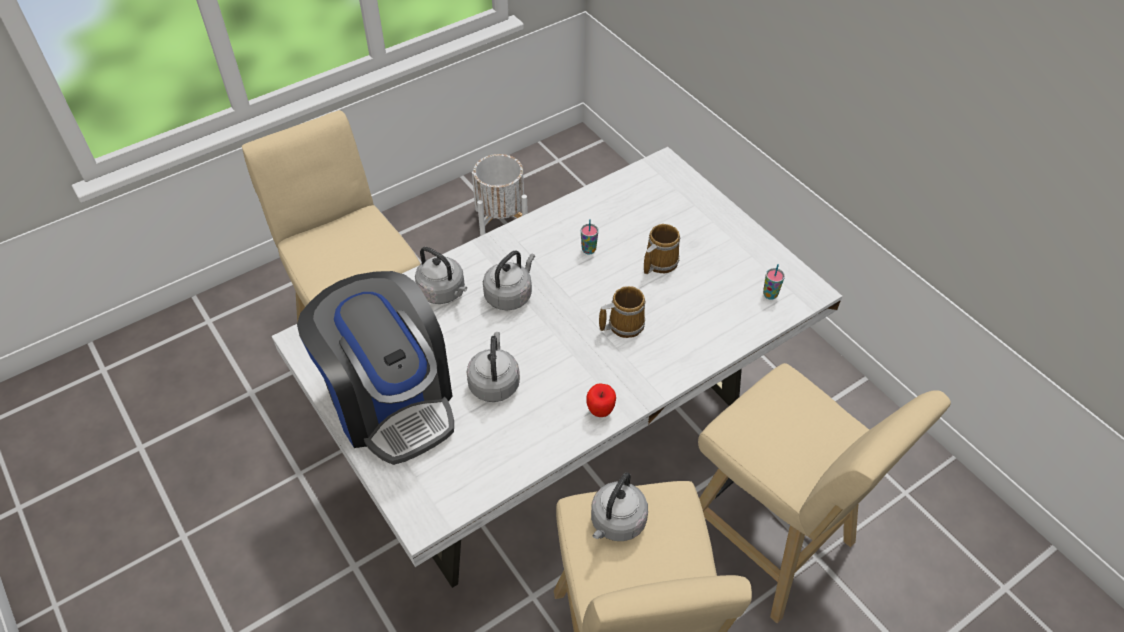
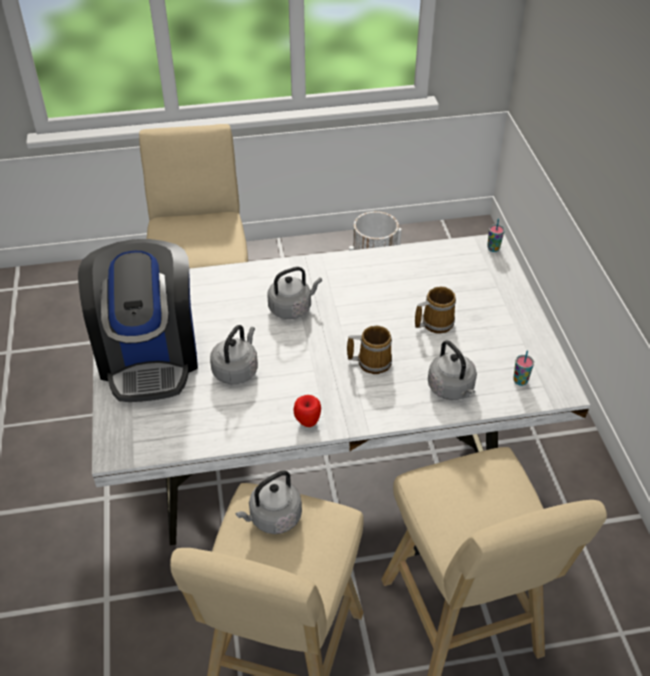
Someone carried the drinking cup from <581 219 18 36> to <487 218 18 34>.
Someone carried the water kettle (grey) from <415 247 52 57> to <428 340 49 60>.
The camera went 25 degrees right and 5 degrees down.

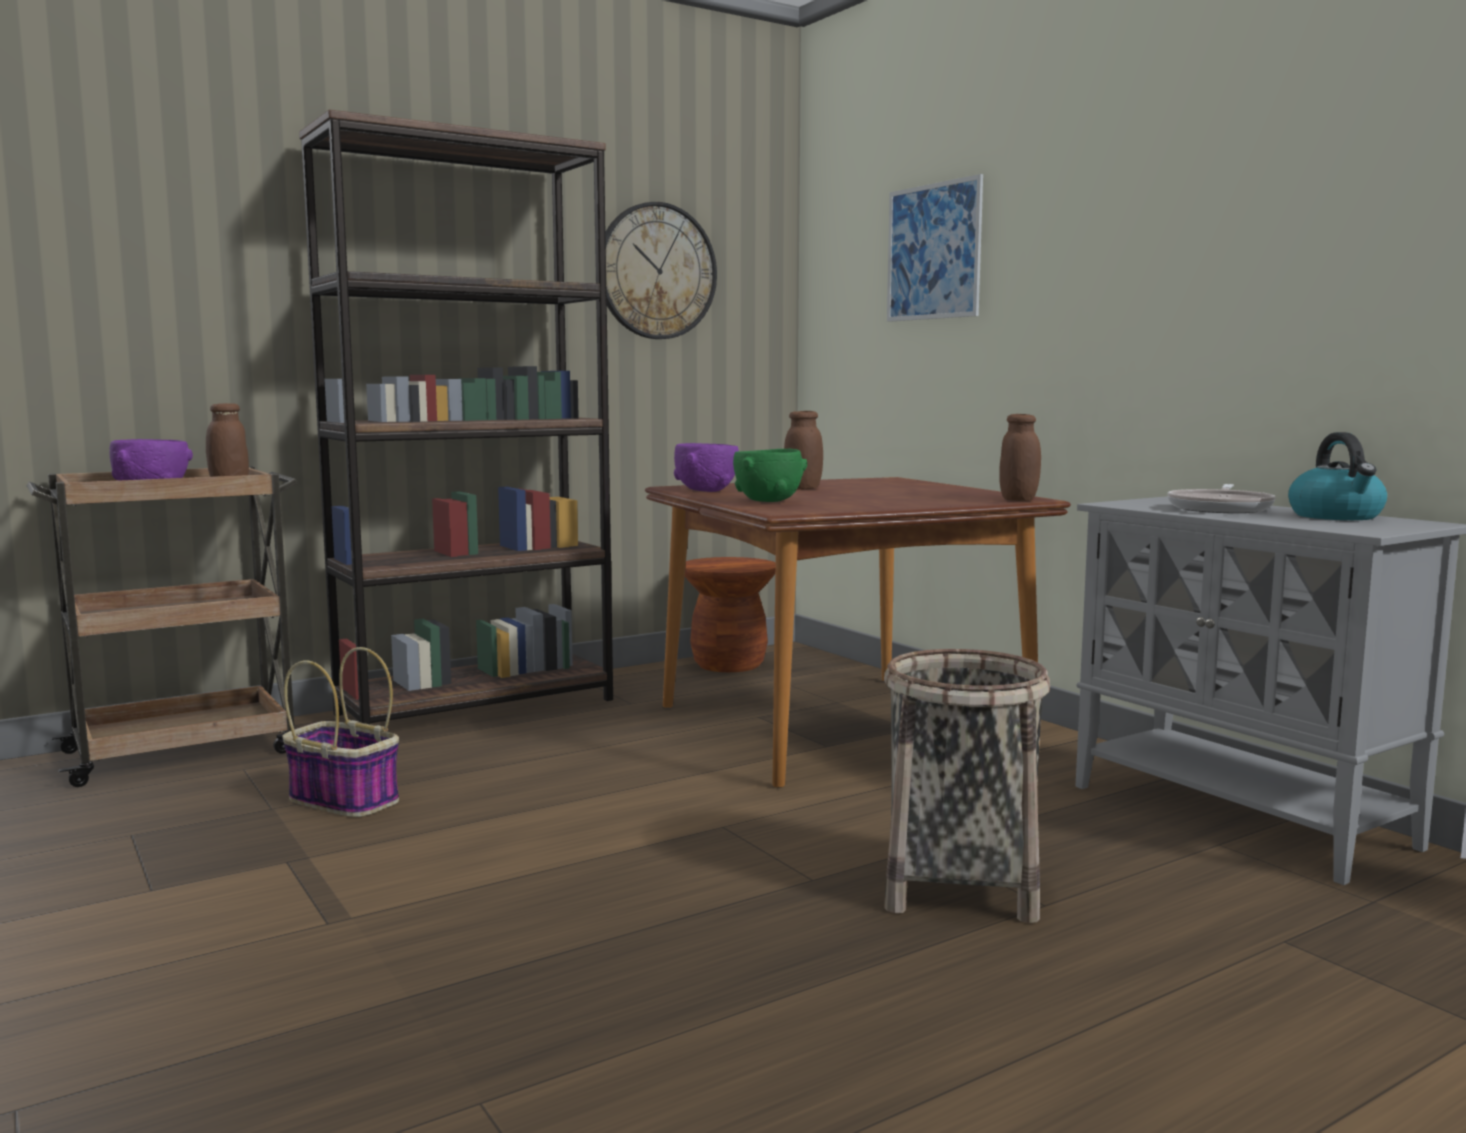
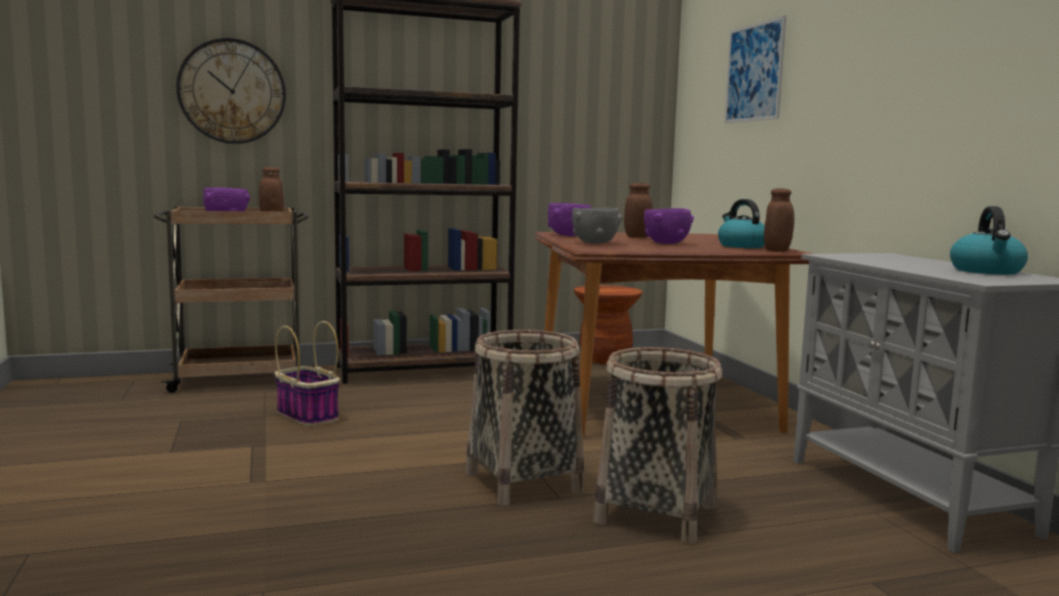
Someone carried the clock on the wall from <605 202 112 137> to <176 38 110 106>.
Someone repainted the serving bowl (greenish) at <733 449 74 53>, which became the serving bowl (grey) at <572 208 50 36>.
Someone took away the skillet at <1167 484 108 29>.
Someone put down the water kettle at <718 199 47 49>.
Someone put down the serving bowl (purple-coloured) at <644 208 50 36>.
Someone put down the storage basket at <466 330 119 176>.
The camera went 15 degrees right and 0 degrees up.

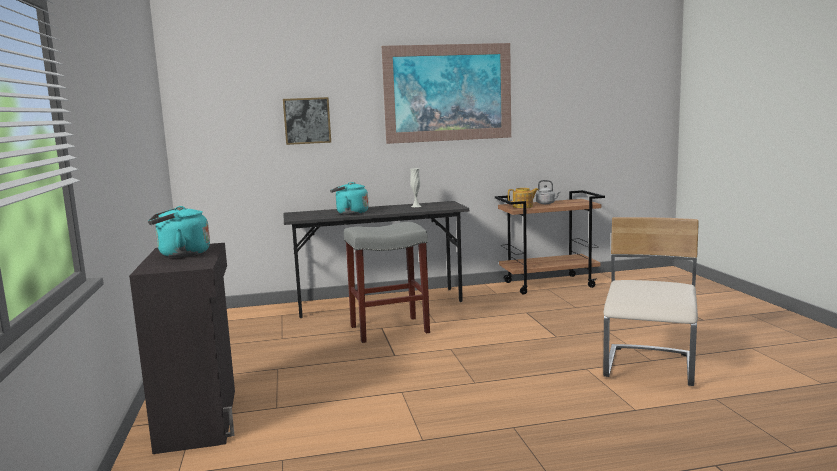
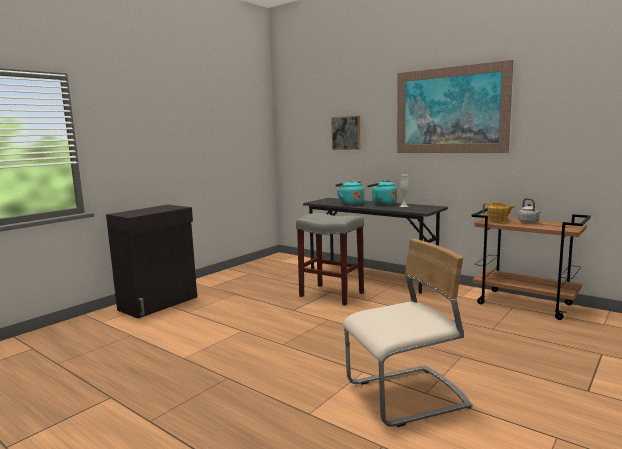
Someone carried the water kettle (turquoise-coloured) from <148 206 62 51> to <367 180 30 25>.
The camera went 50 degrees right and 0 degrees up.

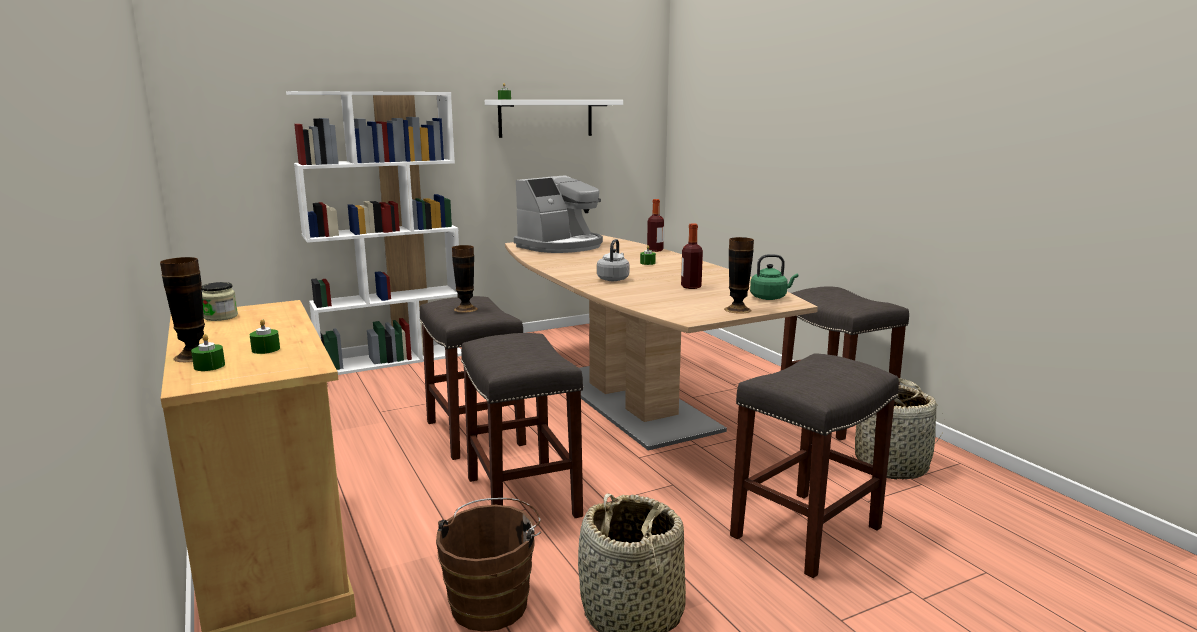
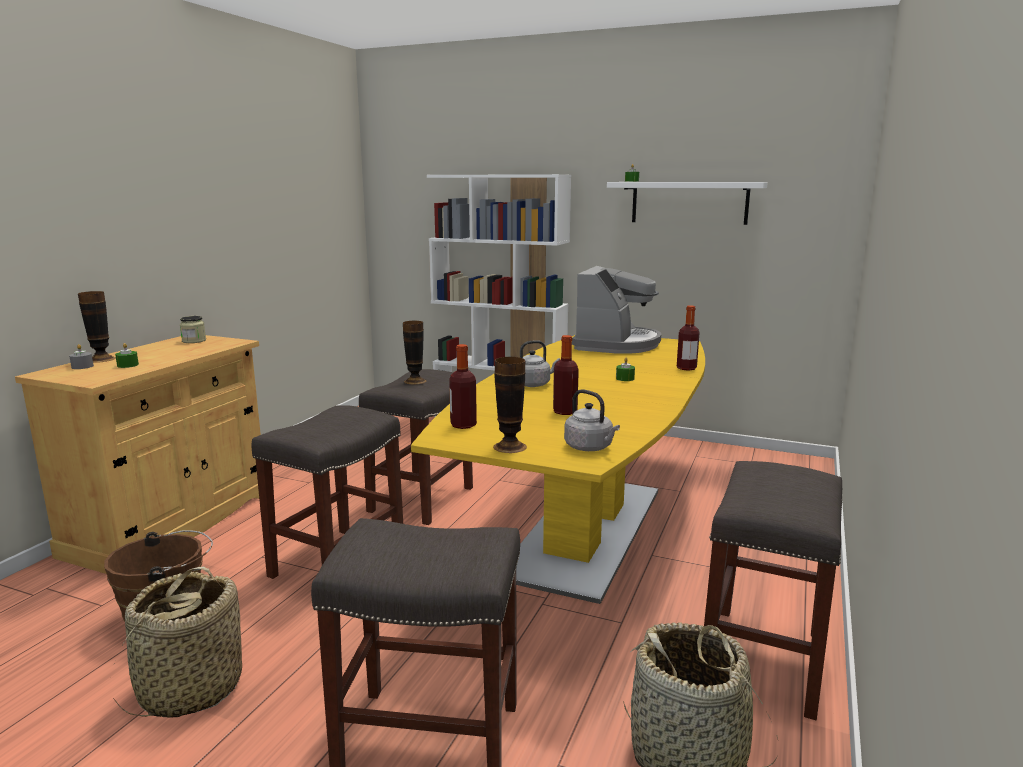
Someone rotated the coffee maker at <514 175 89 78> by 75 degrees counterclockwise.
Someone repainted the kitchen table (brown) at <505 235 313 215>, which became the kitchen table (yellow) at <411 335 294 269>.
Someone repainted the water kettle (greenish) at <750 254 48 46>, which became the water kettle (grey) at <564 389 56 62>.
Someone repainted the wax light (greenish) at <191 334 34 37>, which became the wax light (grey) at <69 344 25 25>.
Someone put down the bottle at <449 344 28 85>.
The camera went 50 degrees right and 0 degrees up.

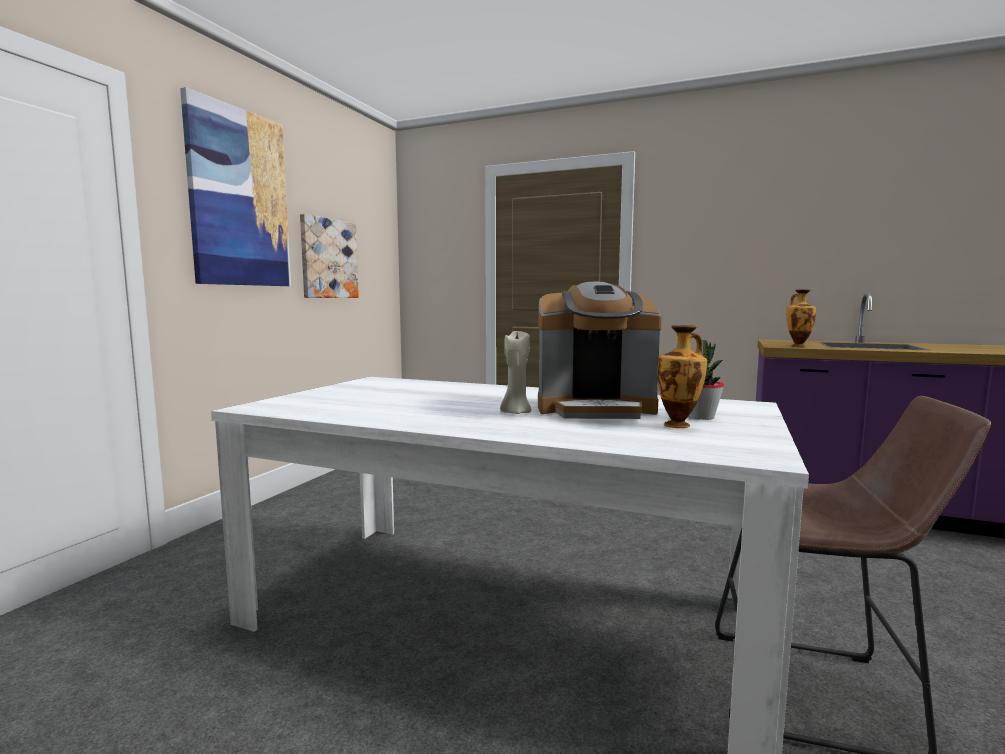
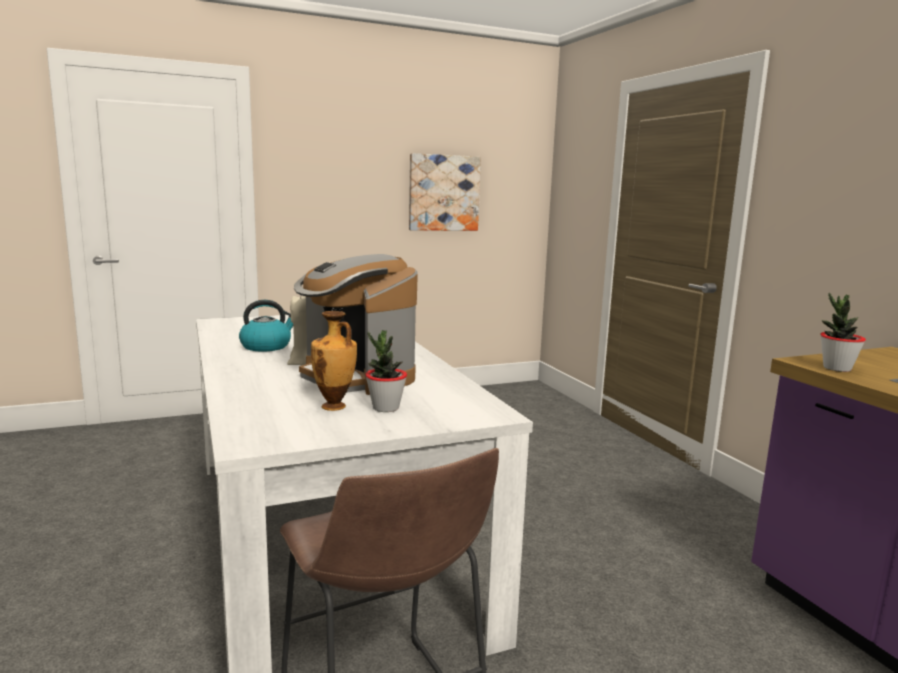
Someone took away the wall picture at <180 87 111 199>.
Someone swapped the flower vase at <786 289 30 58> for the potted plant at <820 292 46 80>.
Someone put down the water kettle at <239 300 54 52>.
The camera went 45 degrees right and 5 degrees up.

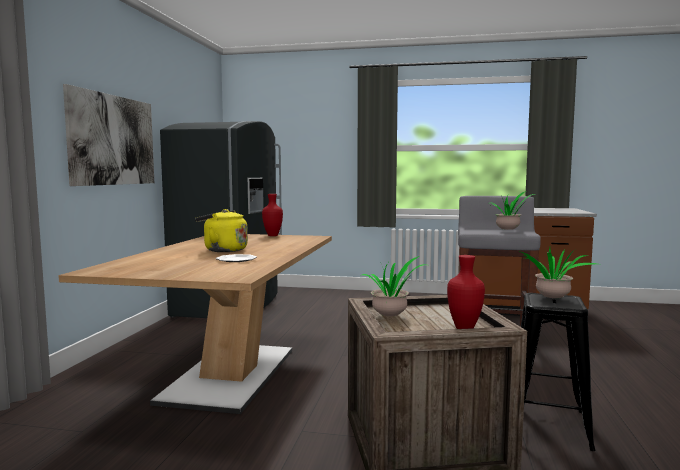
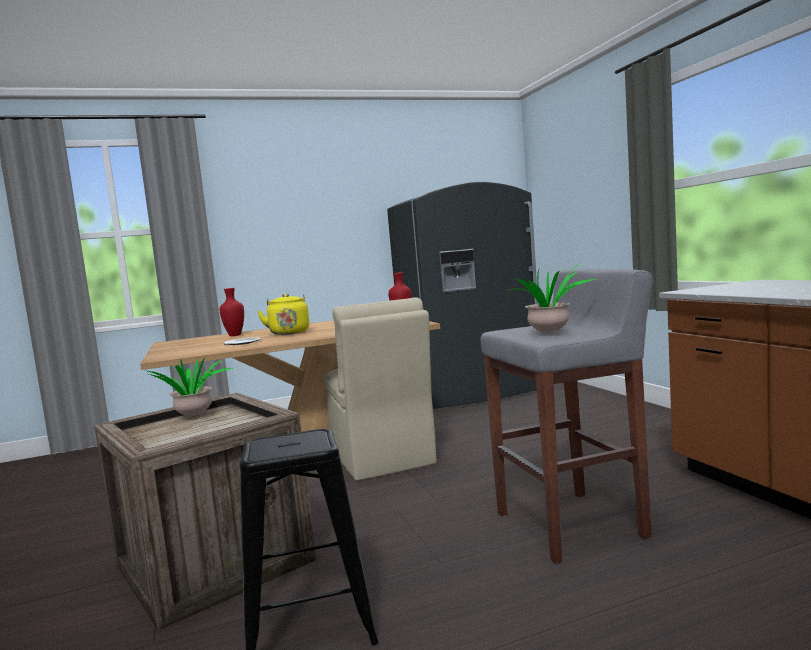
Someone took away the wall picture at <63 84 91 102>.
Someone took away the potted plant at <520 248 77 51>.
Someone carried the flower vase (red-coloured) from <447 255 38 74> to <220 288 24 48>.
Someone put down the chair (beige) at <324 297 113 184>.
The camera went 60 degrees right and 0 degrees up.

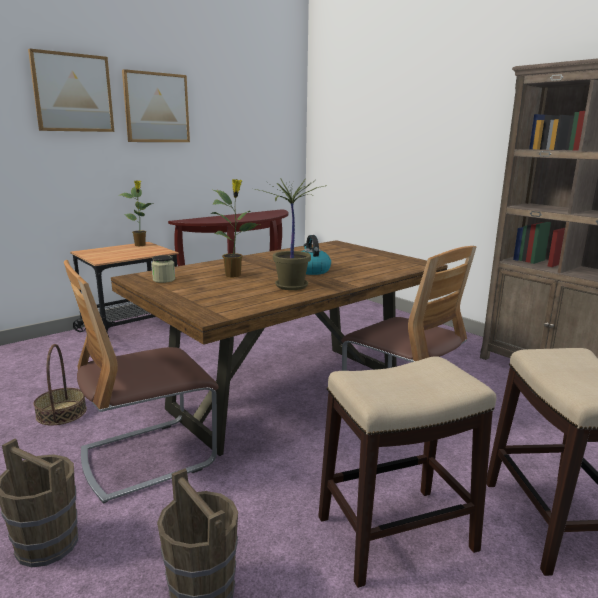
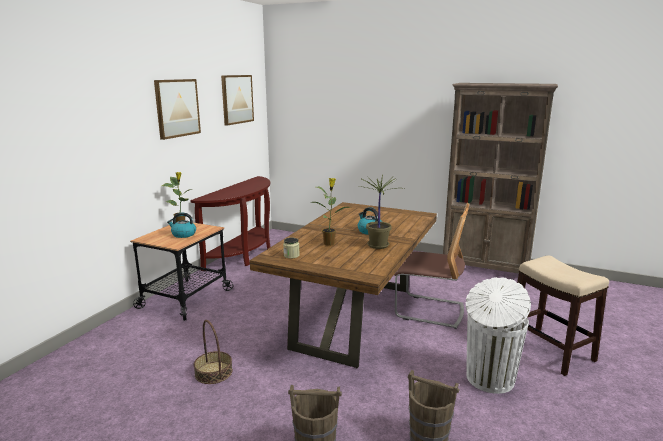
Someone carried the wall picture from <28 49 86 83> to <221 75 33 51>.
Someone took away the chair at <64 260 154 244>.
Someone swapped the stool at <318 356 178 232> for the waste bin (white-coloured) at <466 277 65 117>.
Someone put down the water kettle at <167 213 29 25>.
The camera went 25 degrees left and 0 degrees up.

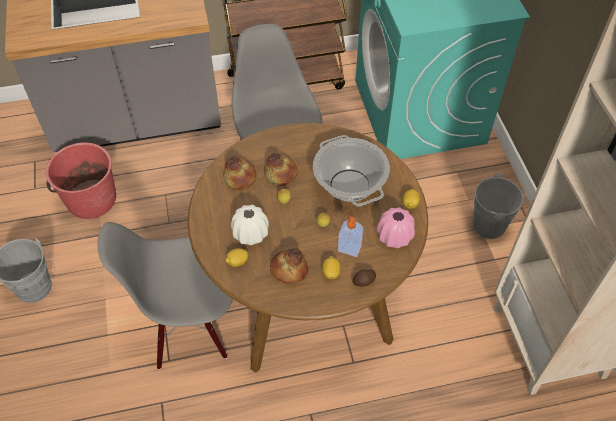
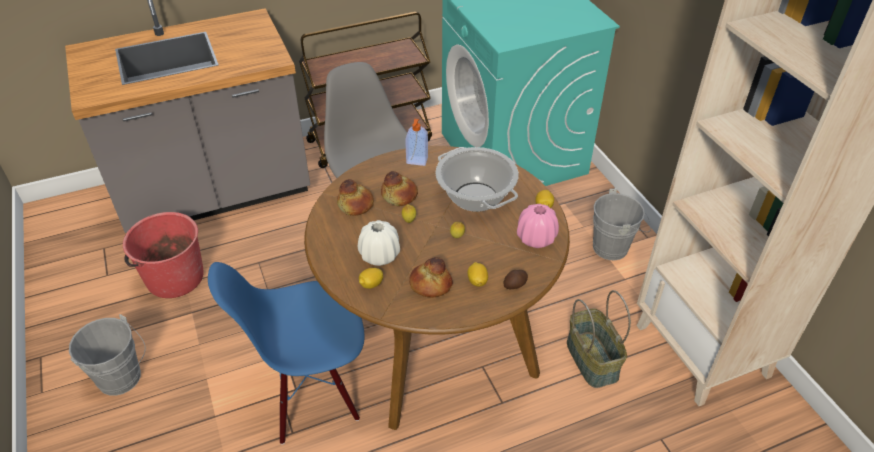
Someone carried the liquid soap bottle from <338 216 25 41> to <405 119 23 47>.
Someone repainted the chair (grey) at <98 222 135 148>, which became the chair (blue-coloured) at <208 262 157 183>.
Someone put down the storage basket at <567 290 64 98>.
The camera went 10 degrees left and 10 degrees down.

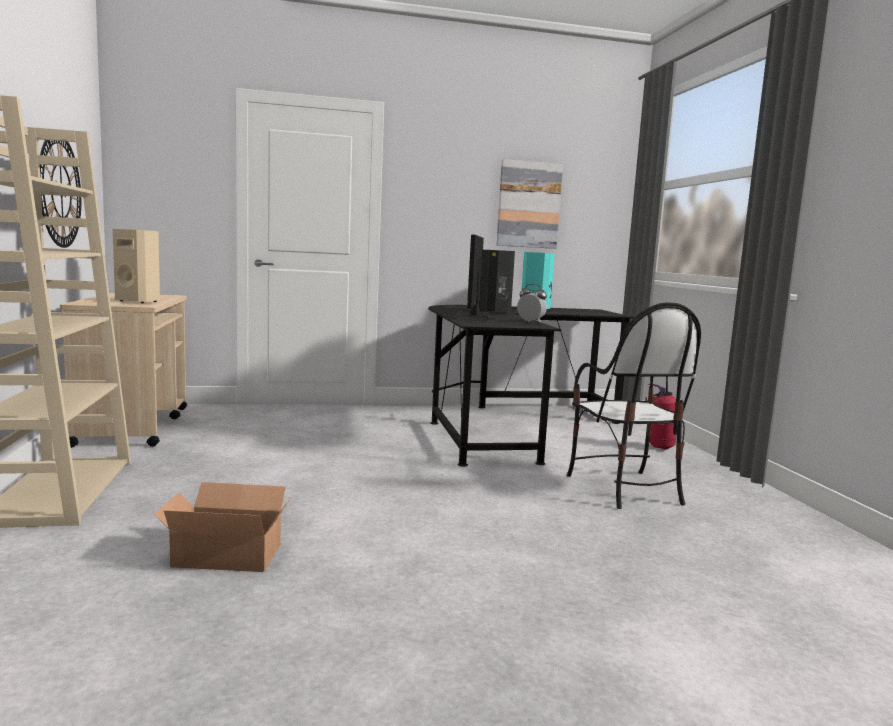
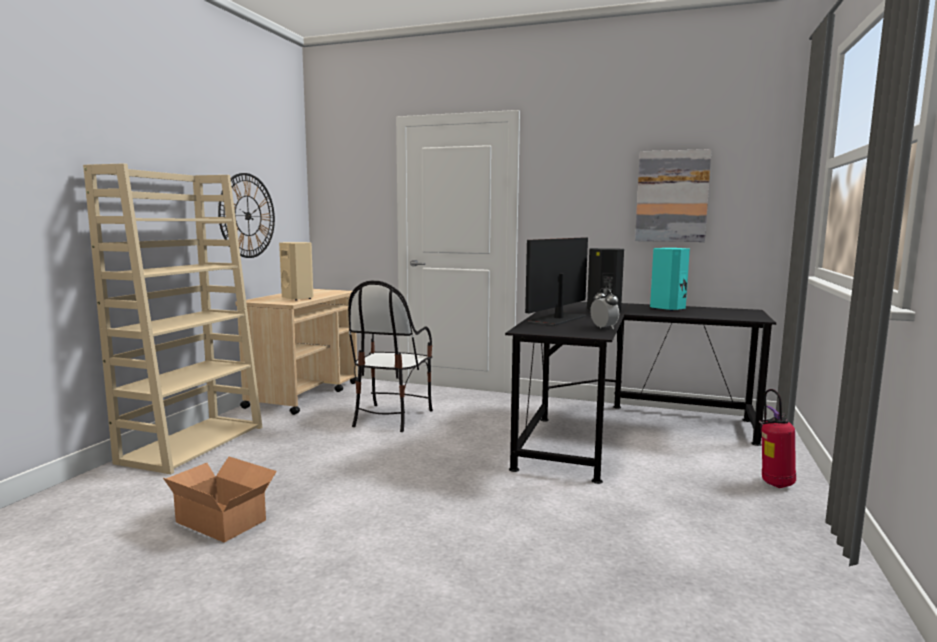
Someone carried the chair from <567 302 134 207> to <348 281 85 151>.
The camera went 30 degrees right and 0 degrees up.

